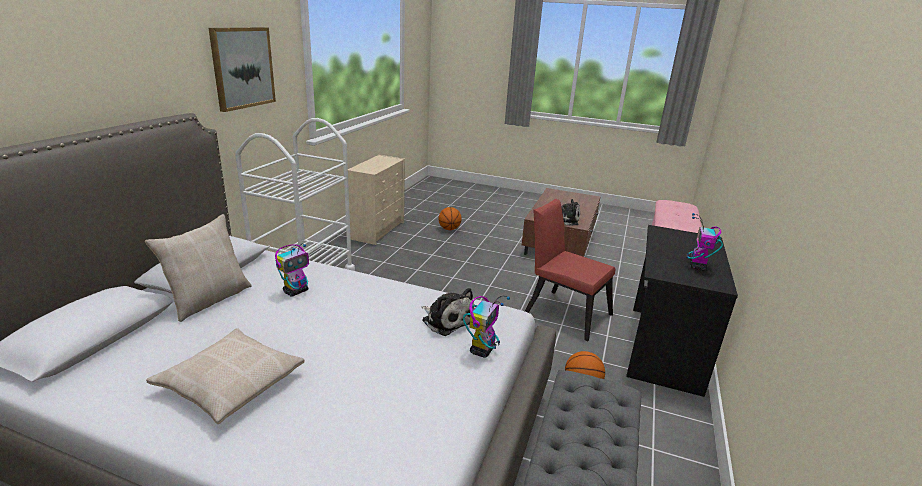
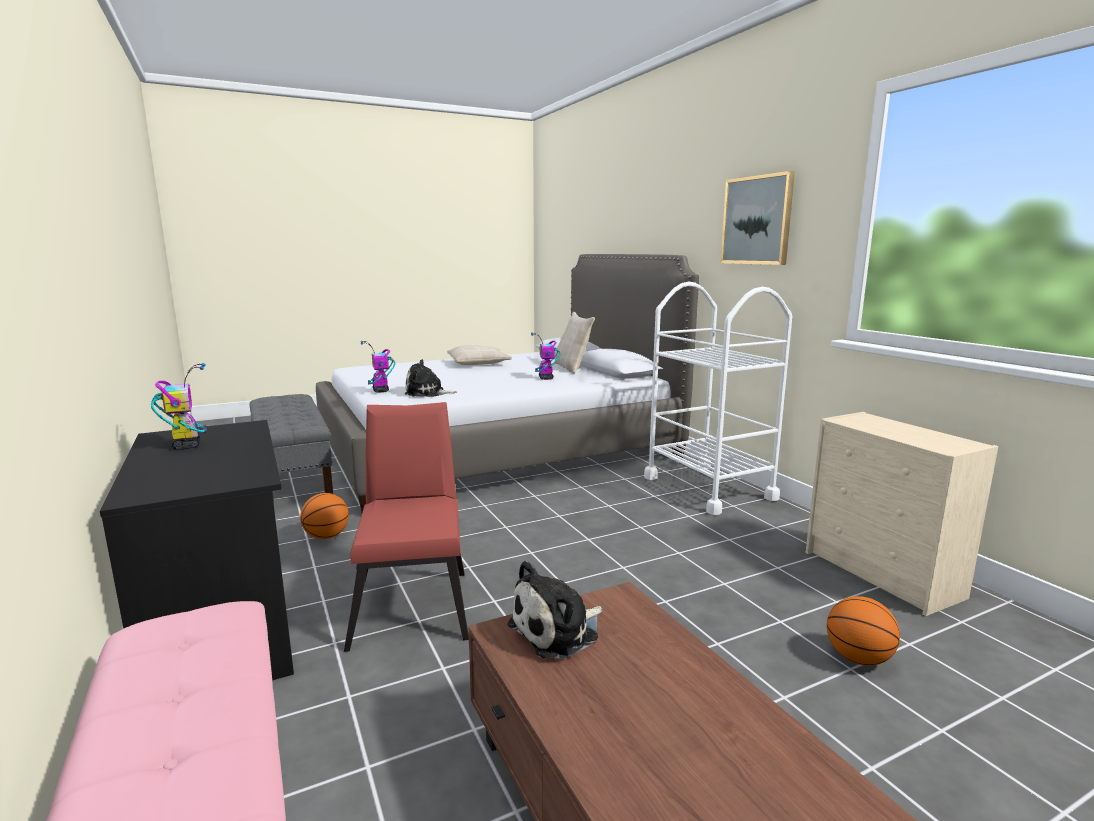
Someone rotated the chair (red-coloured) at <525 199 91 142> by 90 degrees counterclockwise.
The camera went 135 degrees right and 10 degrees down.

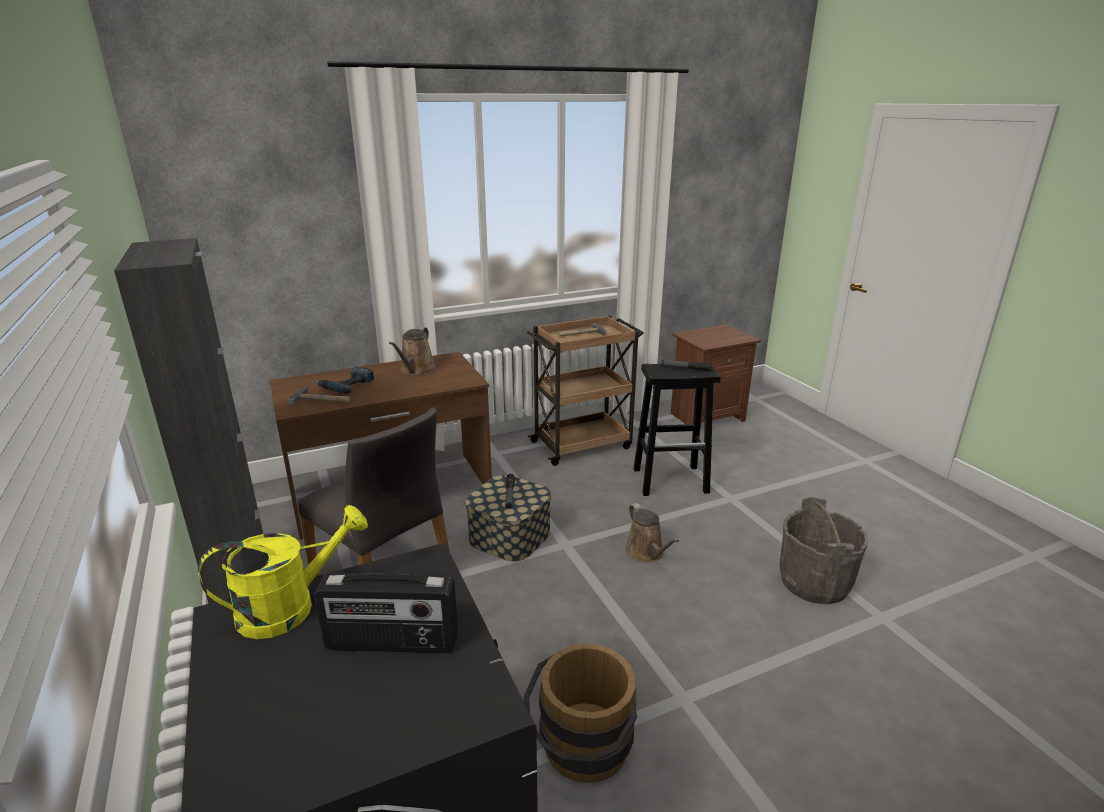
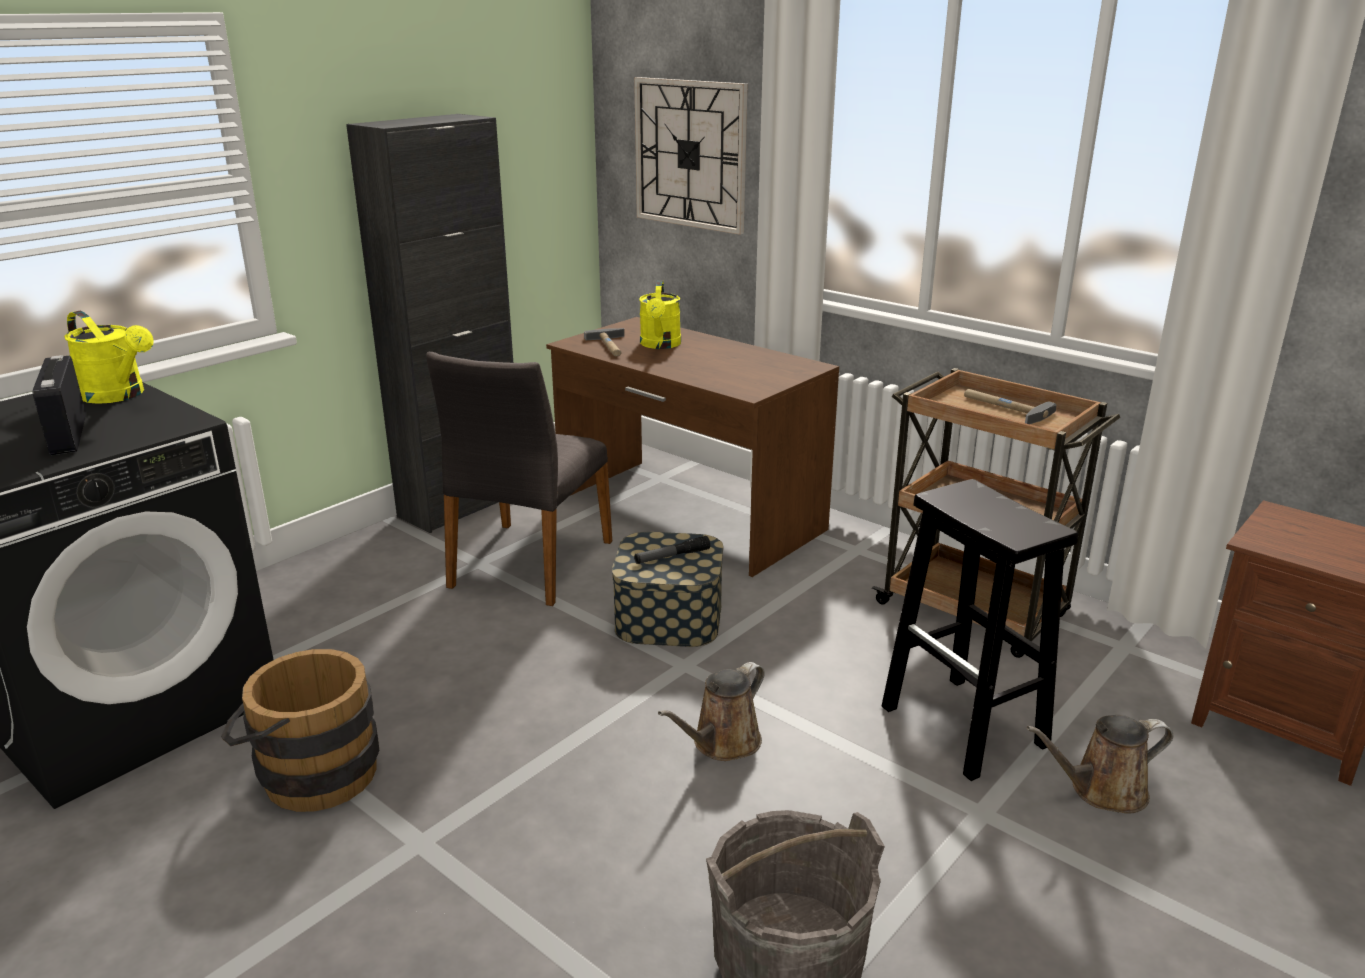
Someone carried the watering can (brown) from <389 327 47 49> to <1027 715 146 99>.
Someone took away the flashlight at <662 360 50 11>.
Someone swapped the drill at <316 367 58 27> for the watering can (yellow) at <639 280 42 69>.
Someone put up the clock on the wall at <634 77 113 158>.
The camera went 65 degrees right and 0 degrees up.

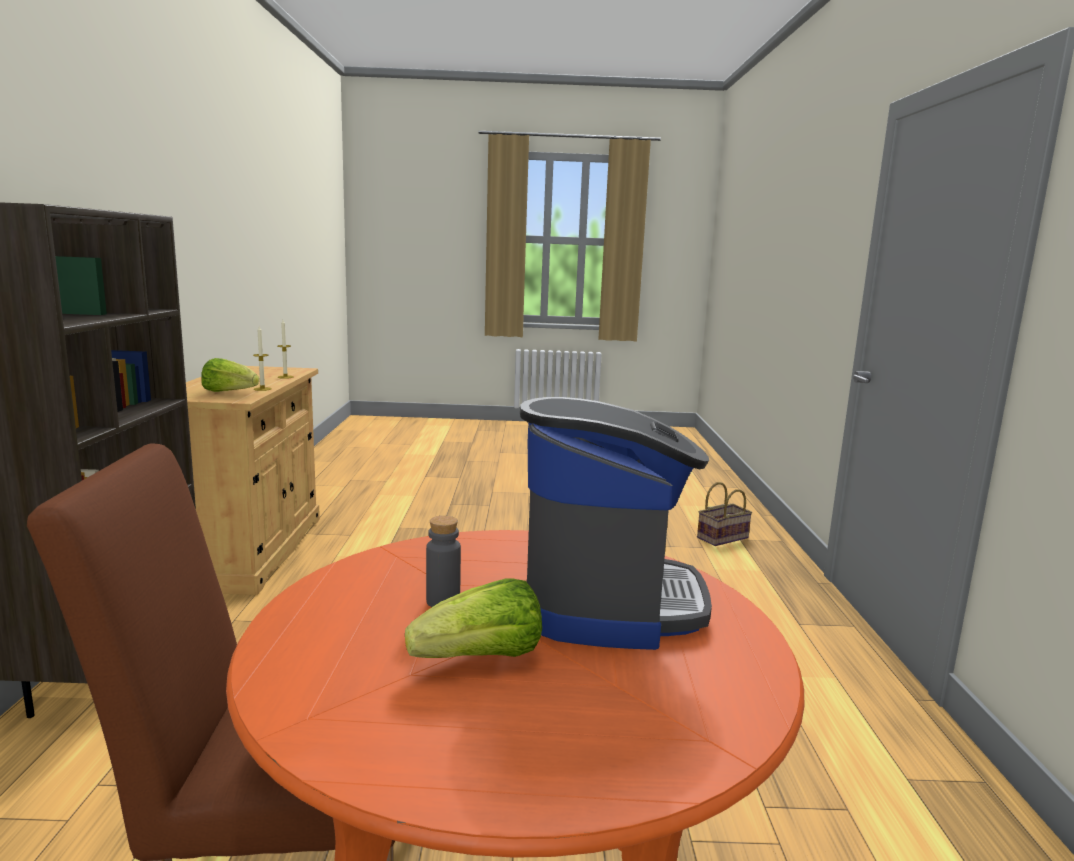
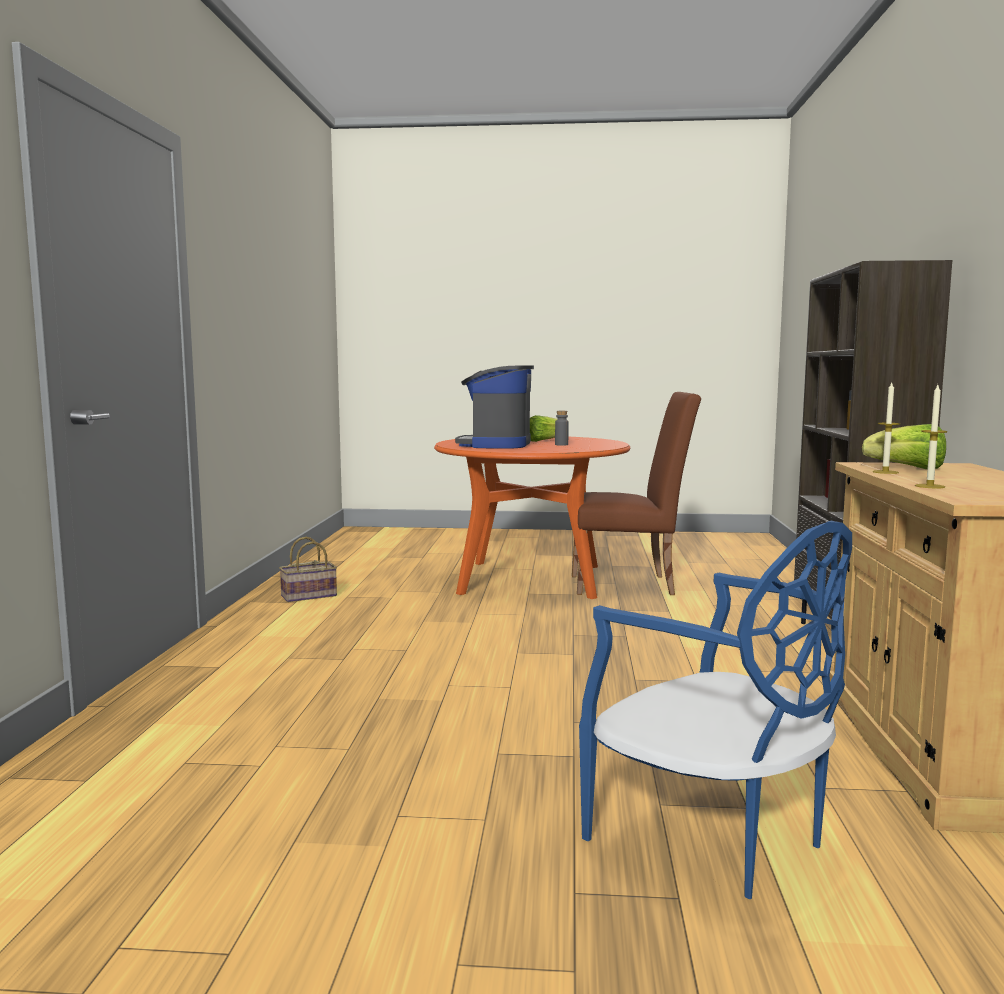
Someone carried the storage basket from <697 482 55 64> to <279 537 58 65>.
Someone put down the chair (blue-coloured) at <579 521 273 378>.
The camera went 175 degrees left and 5 degrees down.

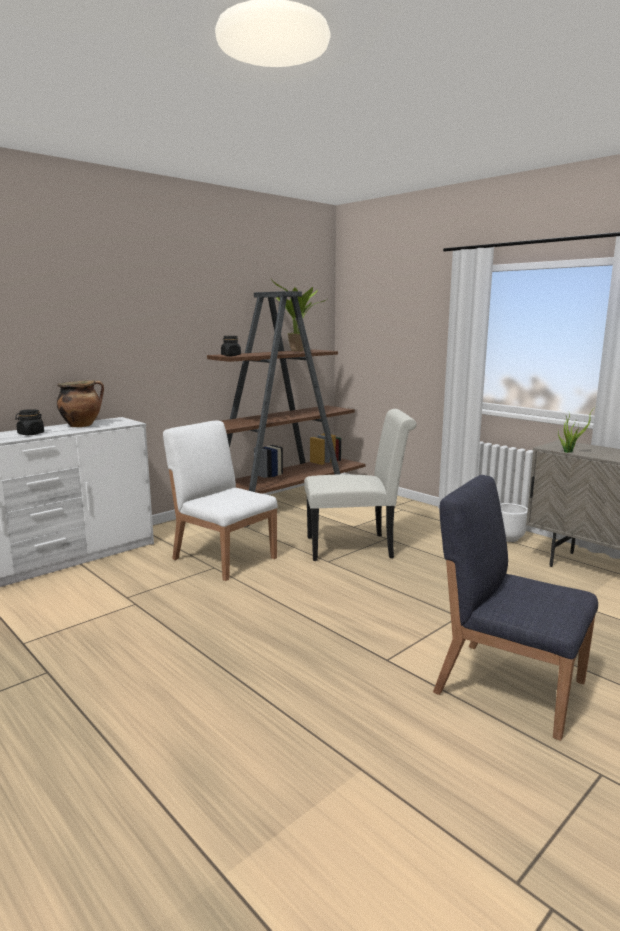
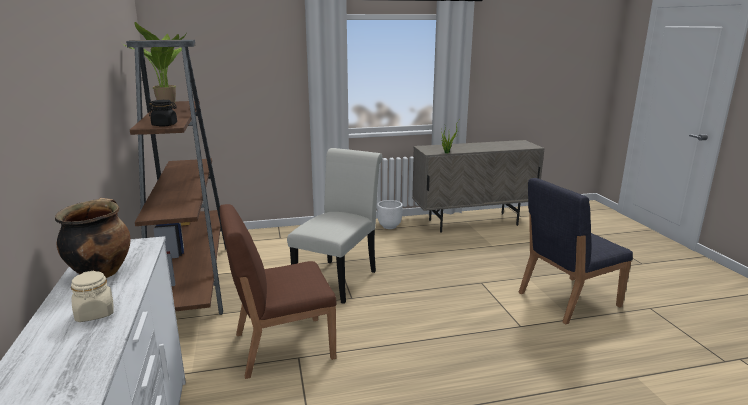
Someone repainted the jar (black) at <15 409 29 26>, which became the jar (beige) at <71 270 43 52>.
Someone repainted the chair (white-coloured) at <163 421 115 160>, which became the chair (brown) at <219 204 117 175>.
The camera went 60 degrees left and 5 degrees up.

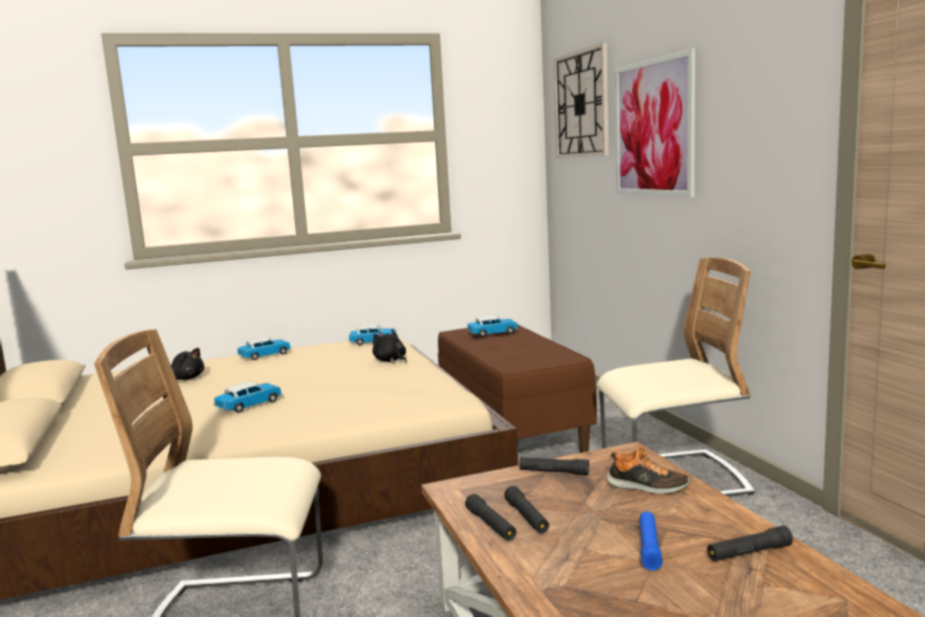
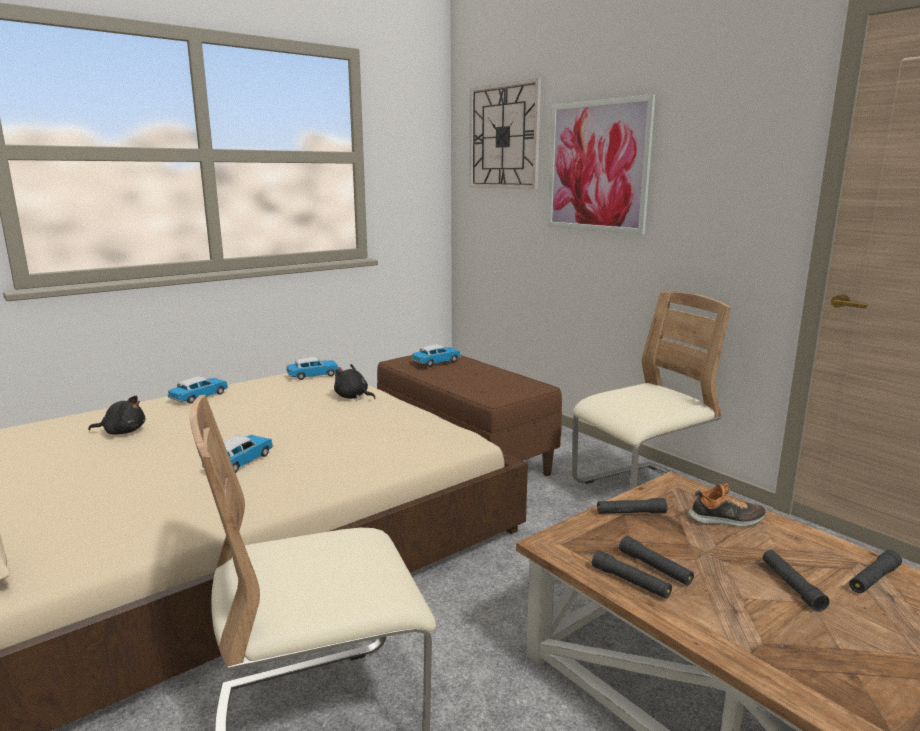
Someone repainted the flashlight (blue-coloured) at <640 512 23 59>, which became the flashlight (black) at <763 550 66 62>.
The camera went 20 degrees left and 5 degrees up.

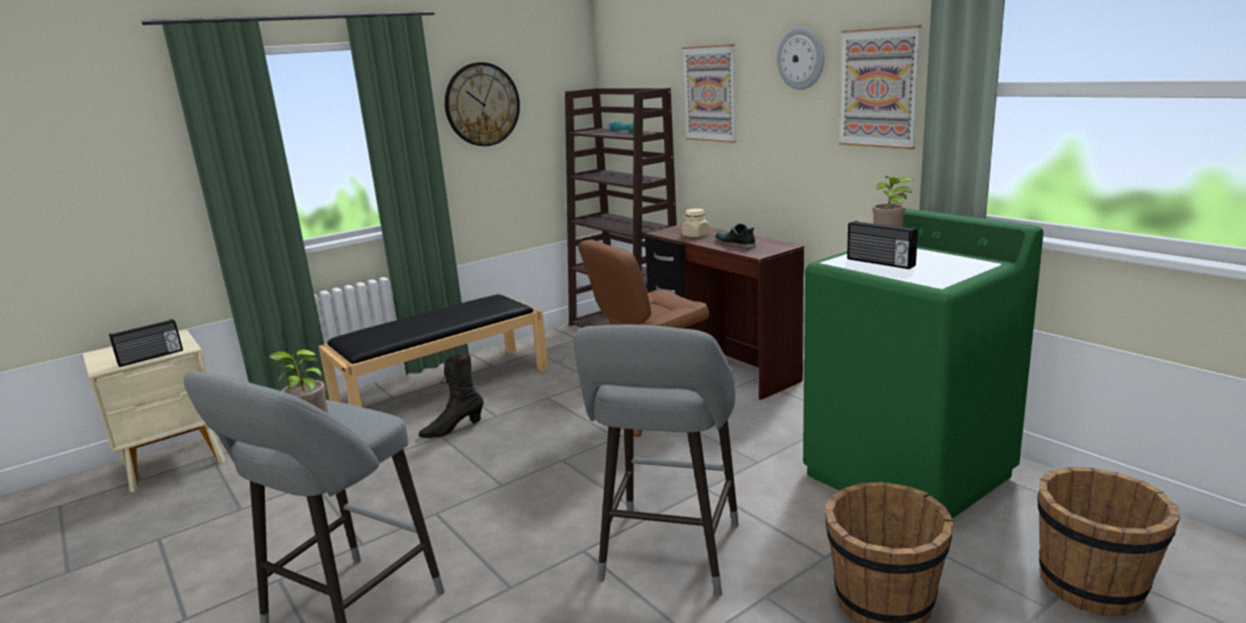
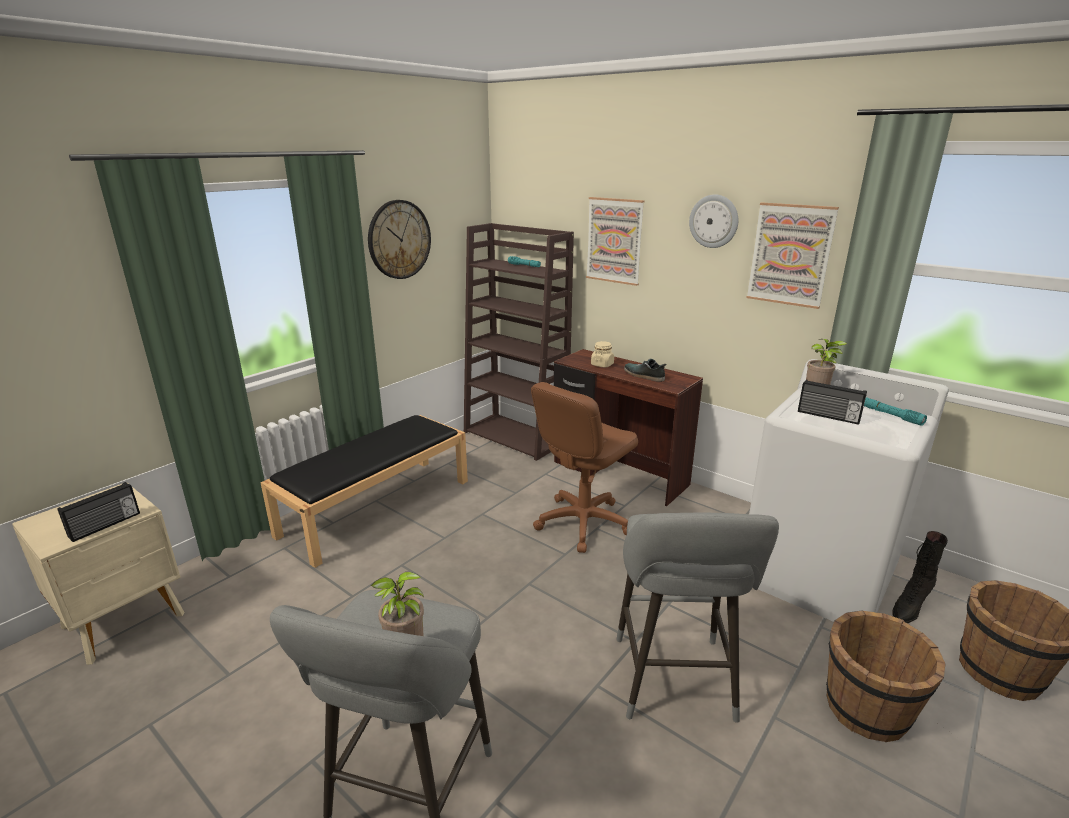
Someone repainted the laundry machine (greenish) at <803 208 240 310>, which became the laundry machine (white-coloured) at <749 359 200 263>.
Someone carried the tall boot (black) from <418 354 66 84> to <893 531 55 92>.
Someone put down the flashlight (turquoise-coloured) at <864 397 63 29>.
The camera went 15 degrees left and 5 degrees up.

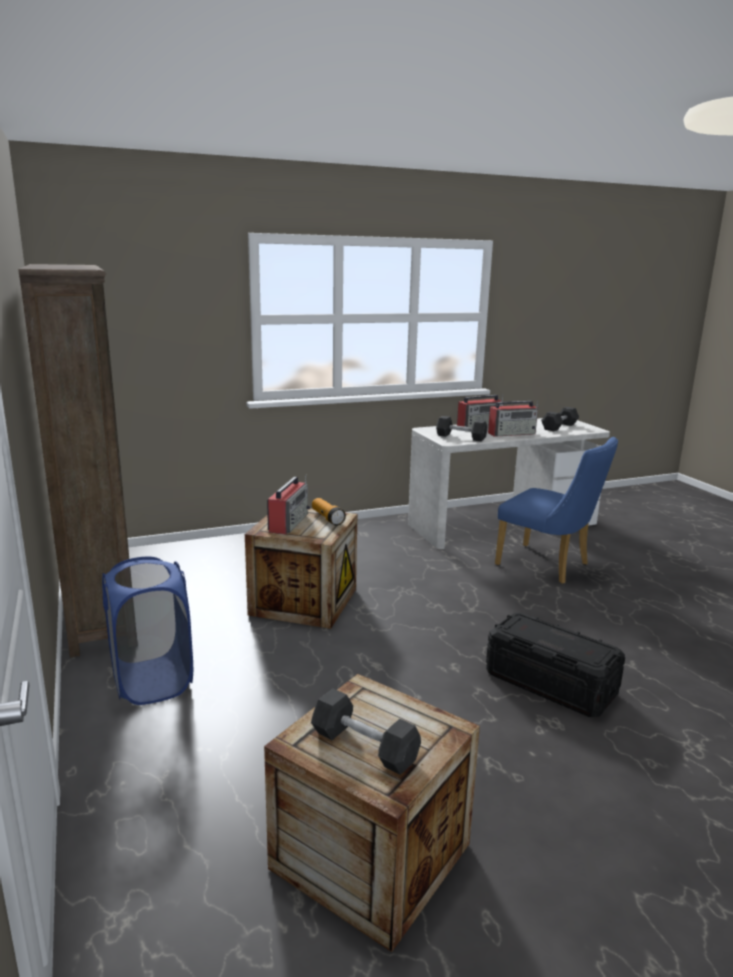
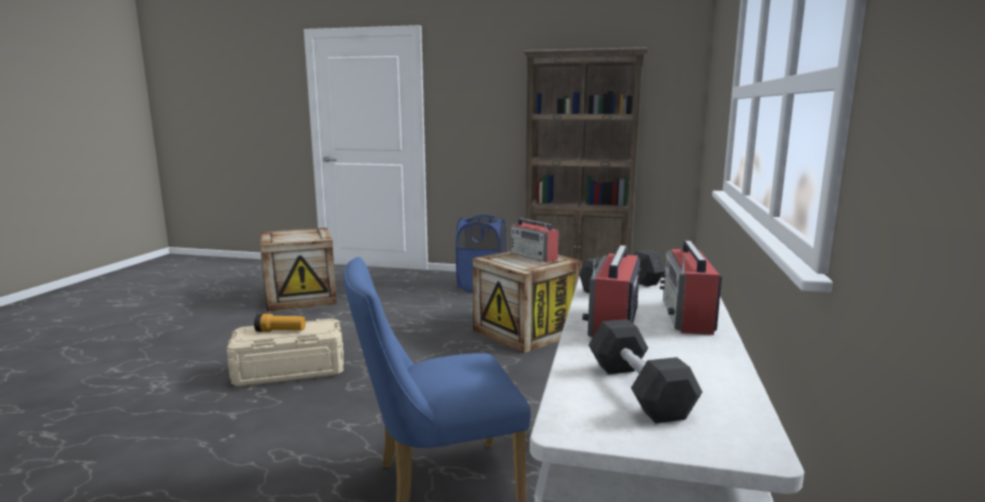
Someone carried the flashlight from <312 498 34 28> to <254 314 52 18>.
Someone repainted the storage container (black) at <486 613 139 104>, which became the storage container (beige) at <227 319 117 68>.
Someone took away the free weight (grey) at <311 688 110 87>.
The camera went 125 degrees right and 5 degrees down.

